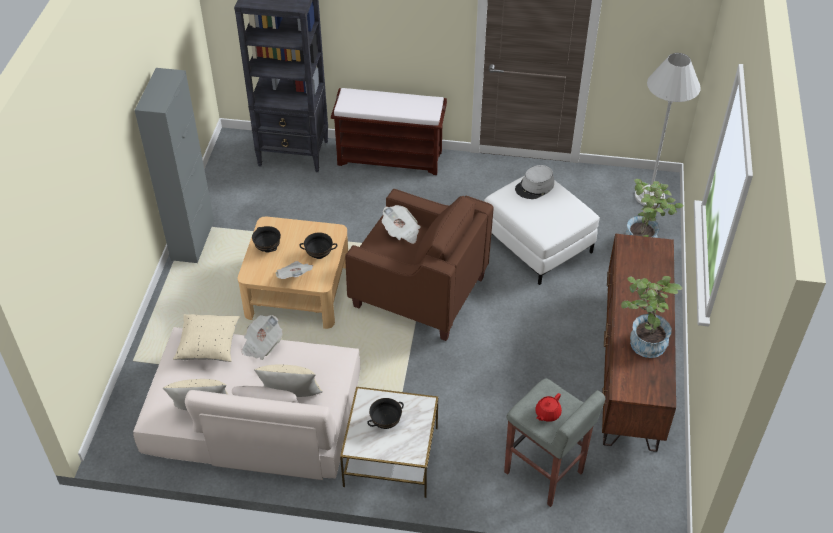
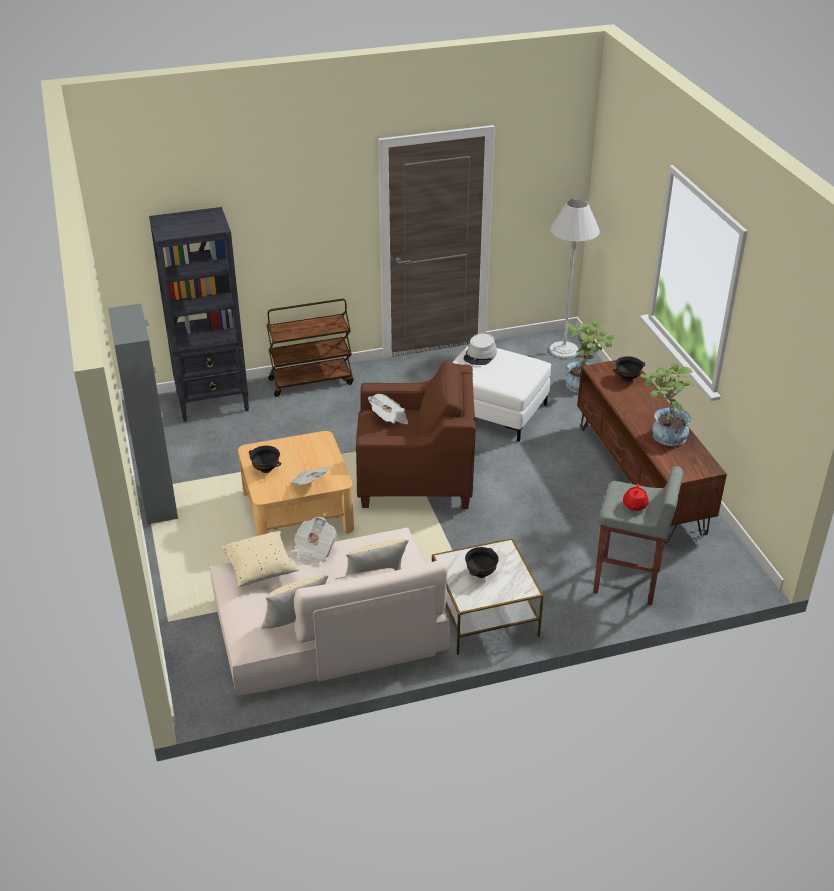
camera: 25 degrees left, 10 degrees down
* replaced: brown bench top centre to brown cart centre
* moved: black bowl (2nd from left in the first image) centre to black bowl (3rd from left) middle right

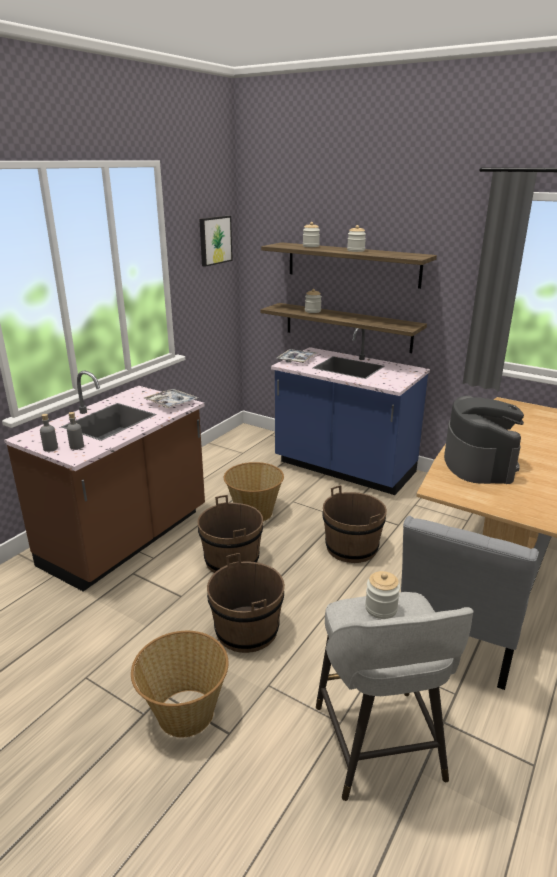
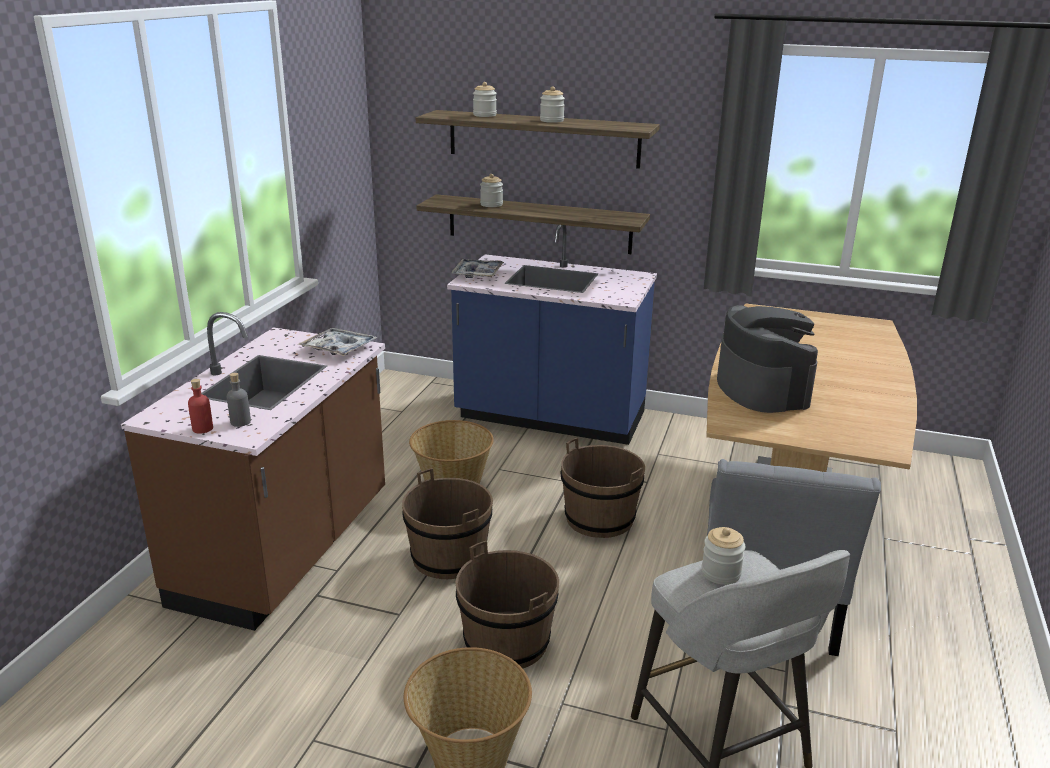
camera: 15 degrees left, 0 degrees up
* removed: picture top centre
* recoloured: grey bottle (1st from left) middle left to red bottle middle left

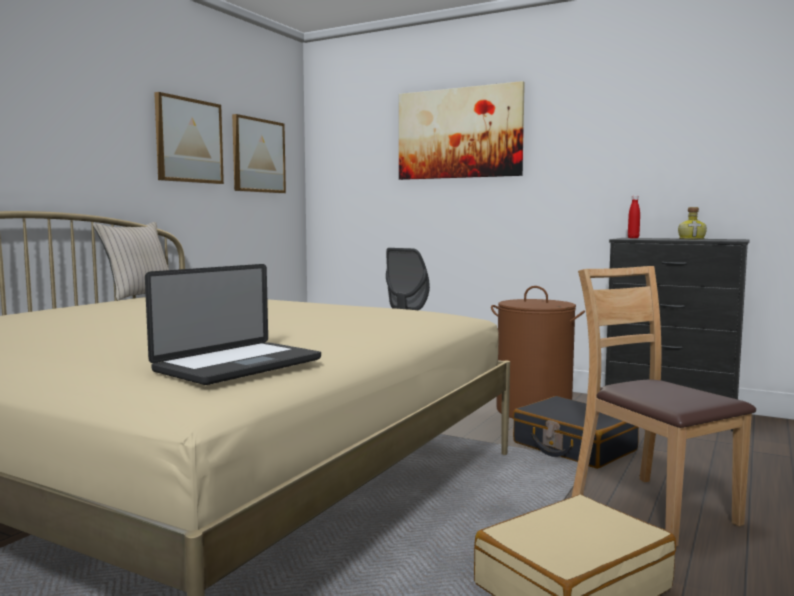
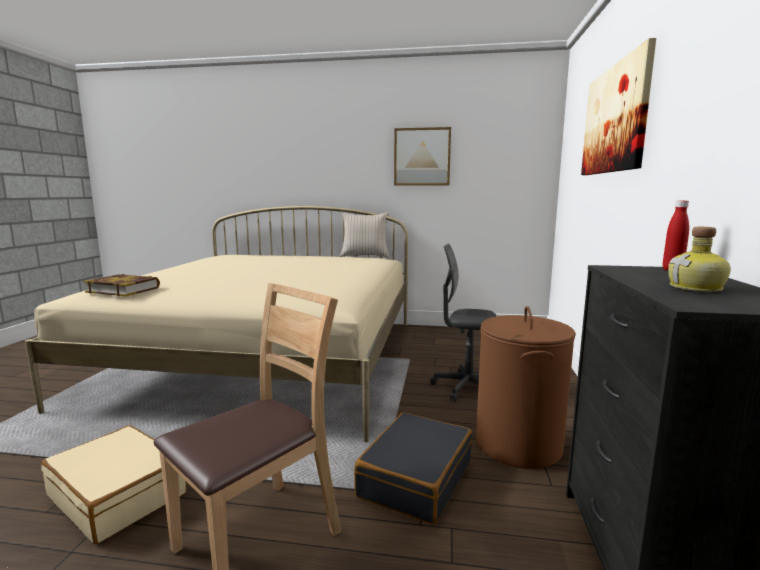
camera: 70 degrees right, 5 degrees up
* removed: picture (2nd from left) top left
* replaced: laptop middle left to book middle left

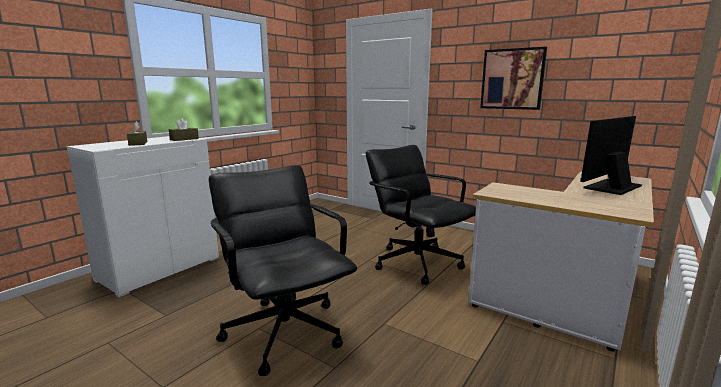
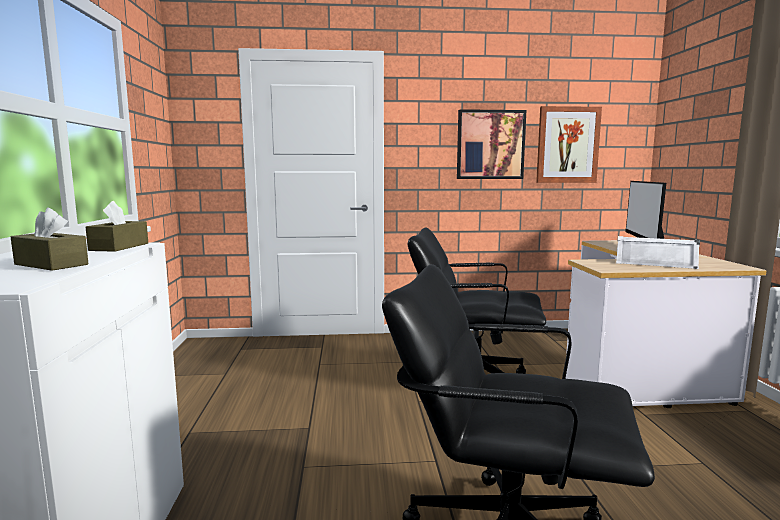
camera: 40 degrees left, 5 degrees down
* added: picture (2nd from left) top right
* added: white speaker middle right

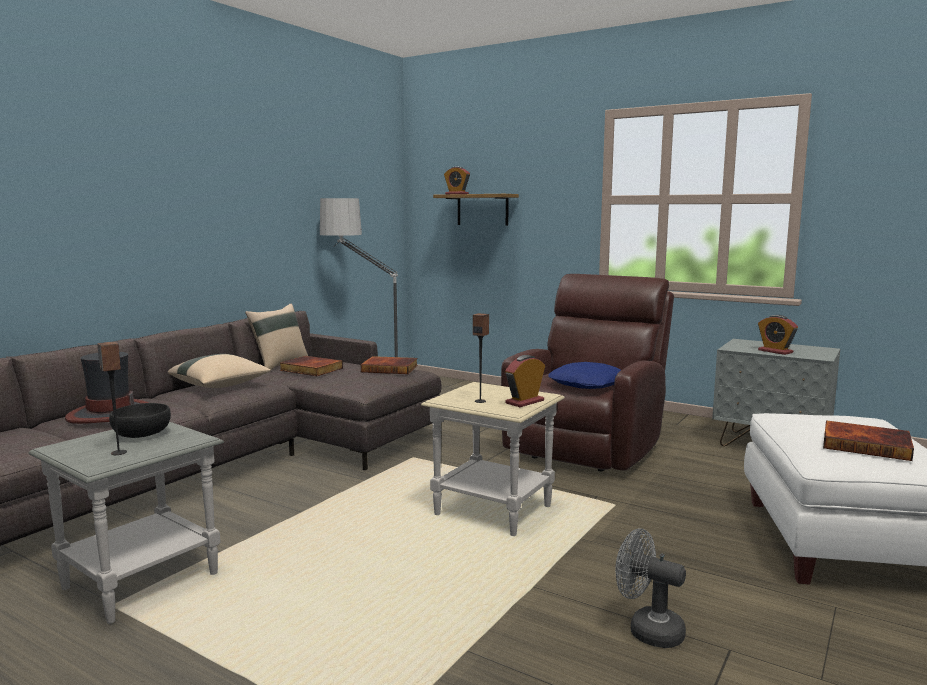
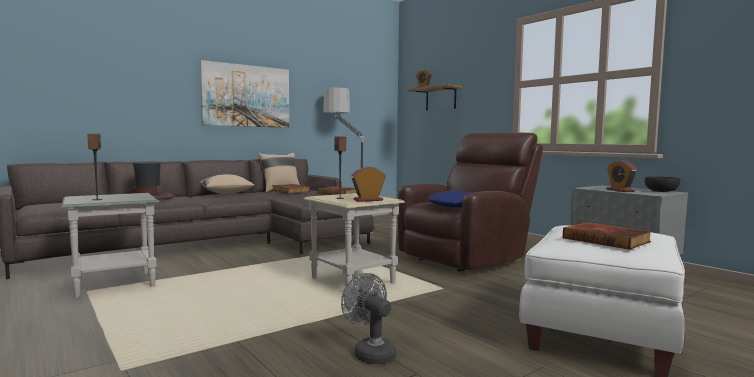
camera: 20 degrees right, 5 degrees down
* moved: black bowl middle left to middle right
* added: picture top left

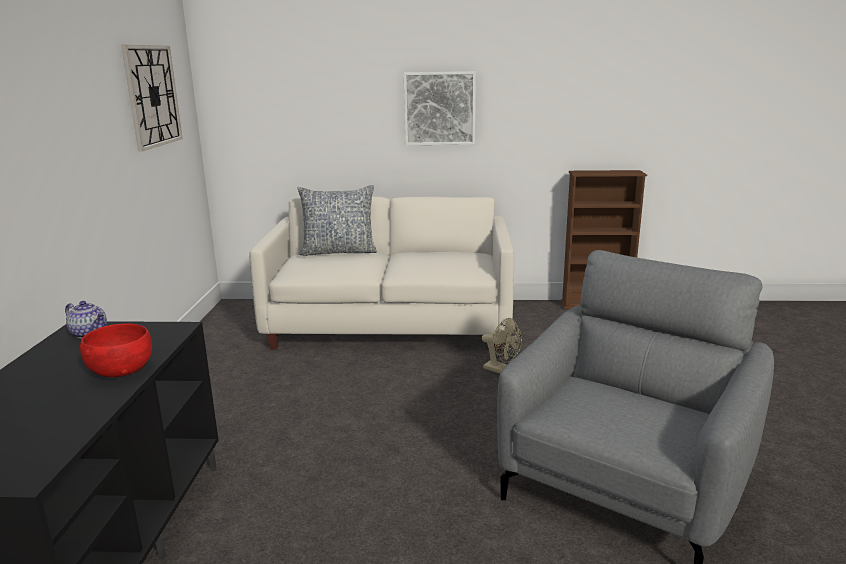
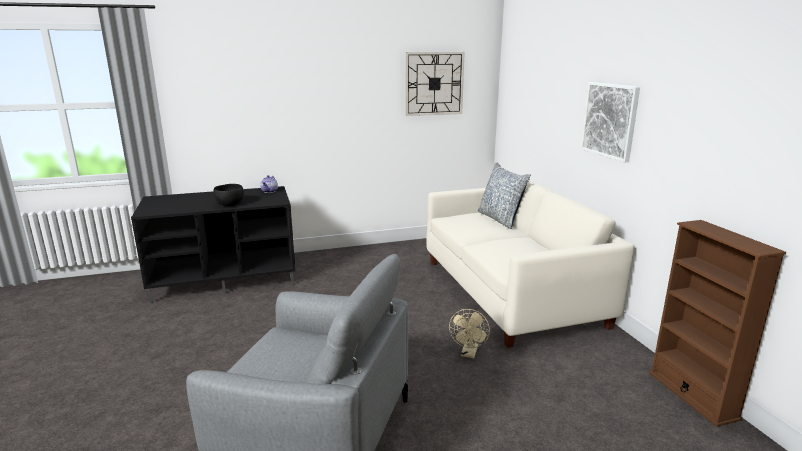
camera: 70 degrees right, 0 degrees up
* recoloured: red bowl middle left to black bowl middle left

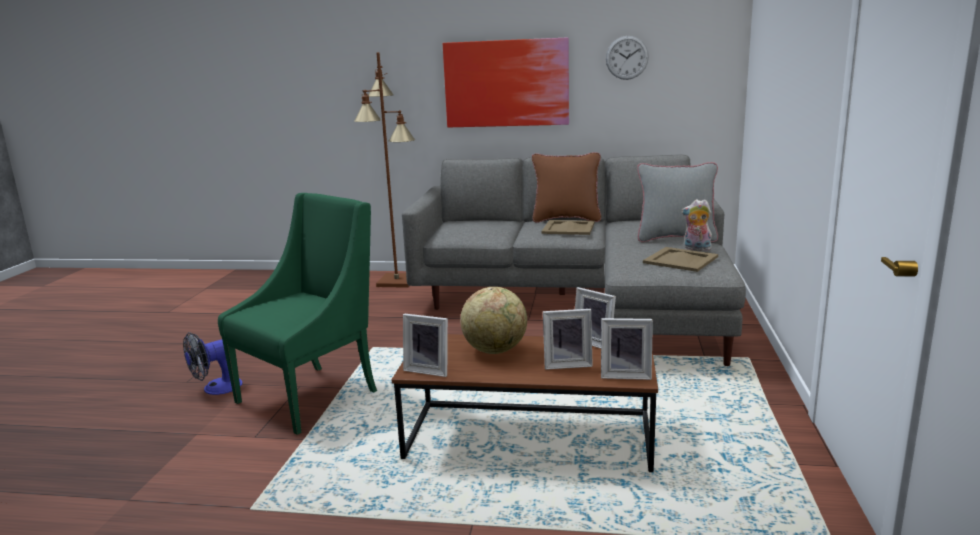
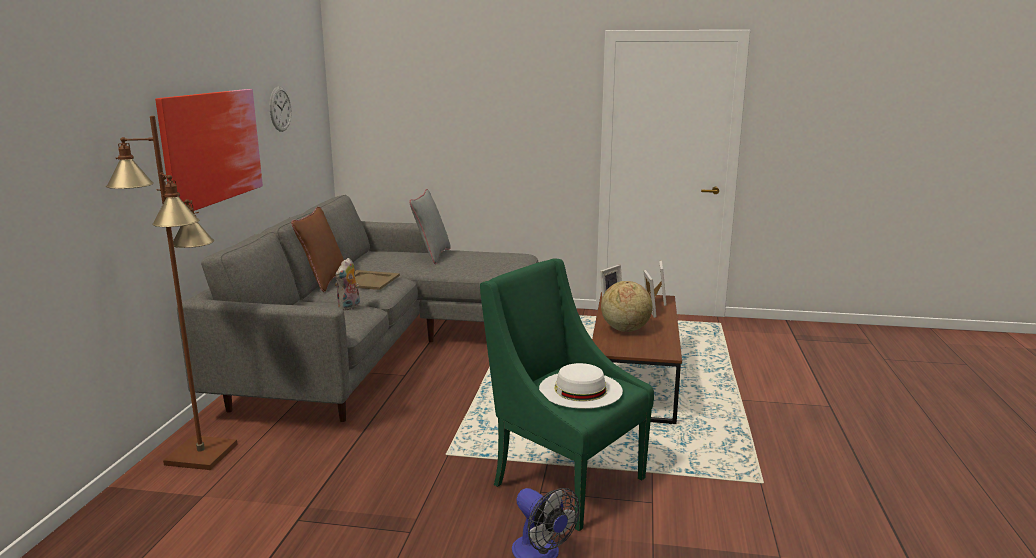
camera: 90 degrees left, 0 degrees up
* moved: plush toy middle right to centre
* removed: beige tray (2nd from left) middle right
* removed: picture frame (1st from left) centre
* added: white hat bottom centre

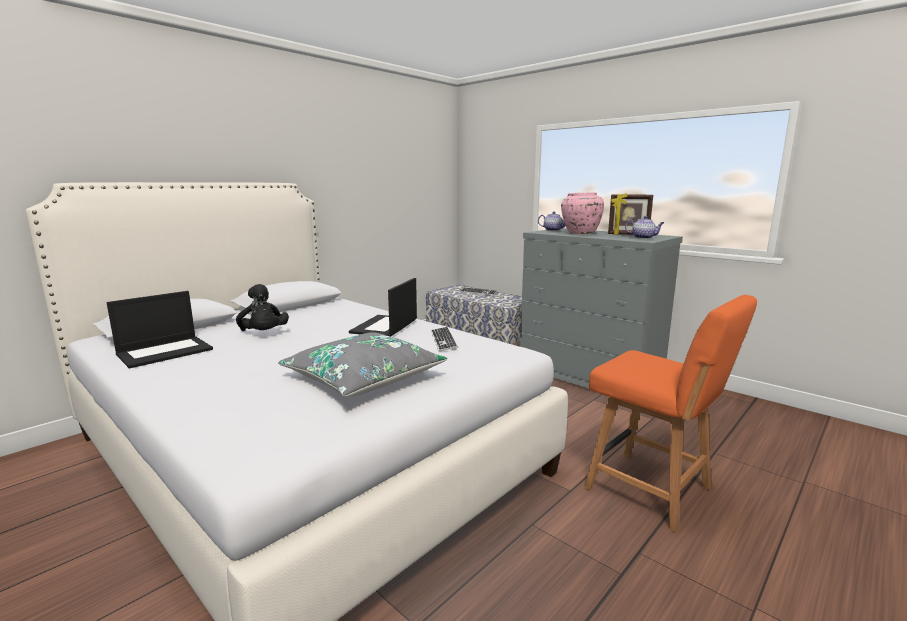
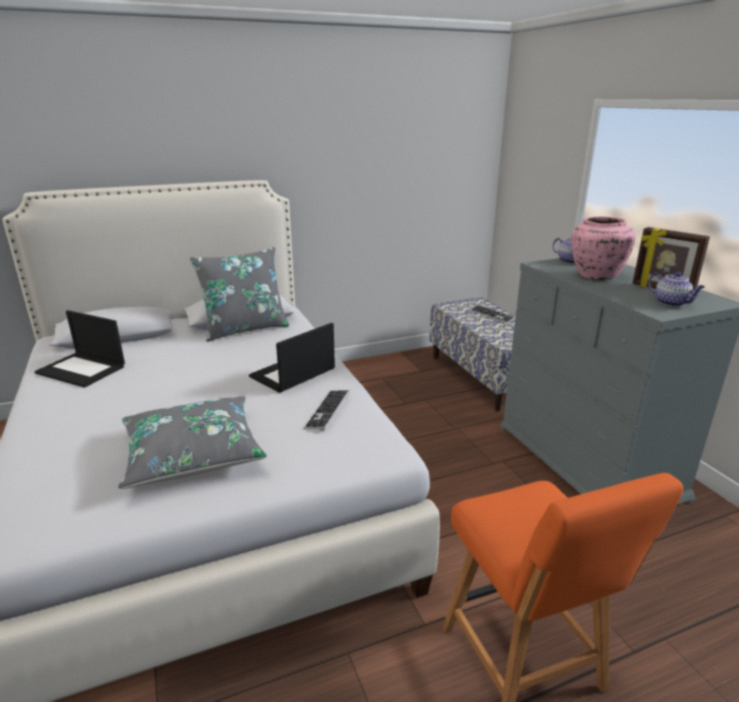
camera: 25 degrees right, 10 degrees up
* removed: black plush toy middle left
* turned: laptop (1st from left) middle left = middle left 45 degrees clockwise
* added: grey pillow (2nd from left) middle left

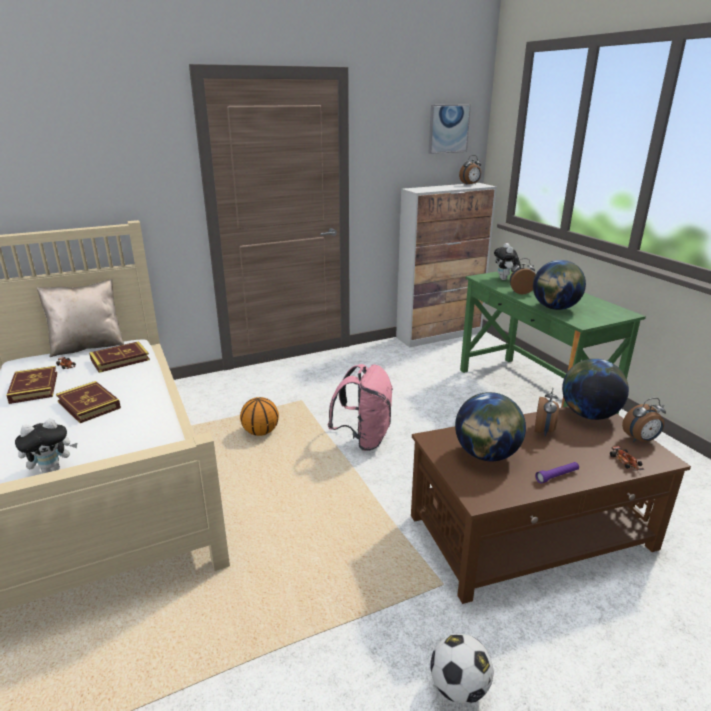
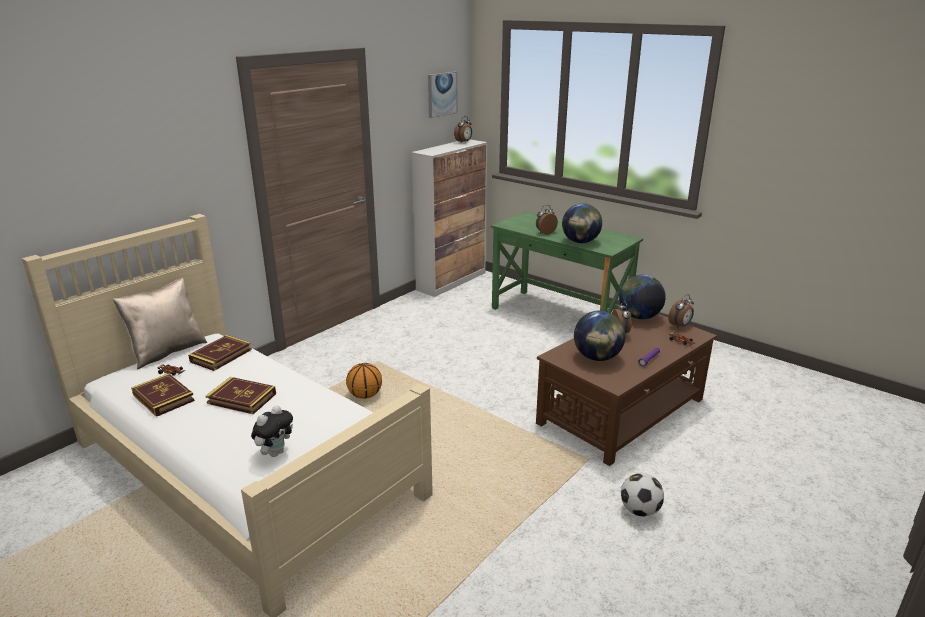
camera: 25 degrees left, 0 degrees up
* removed: plush toy (2nd from left) middle right
* removed: pink backpack centre

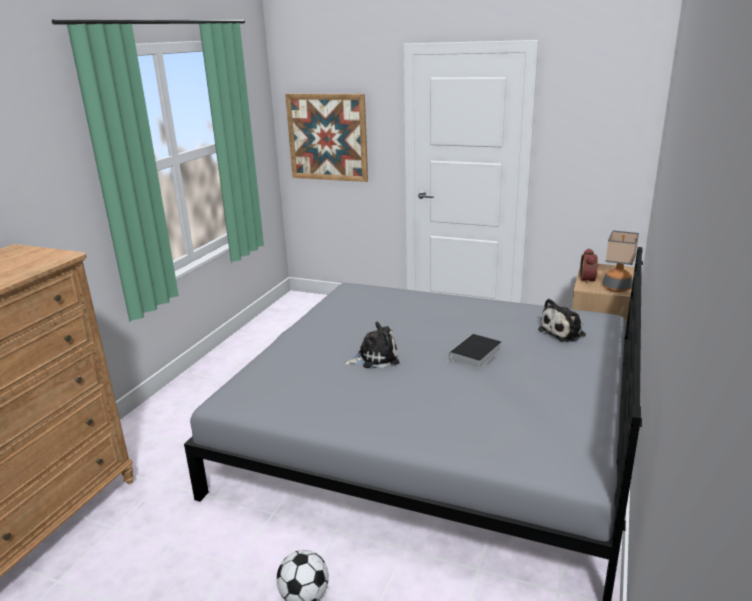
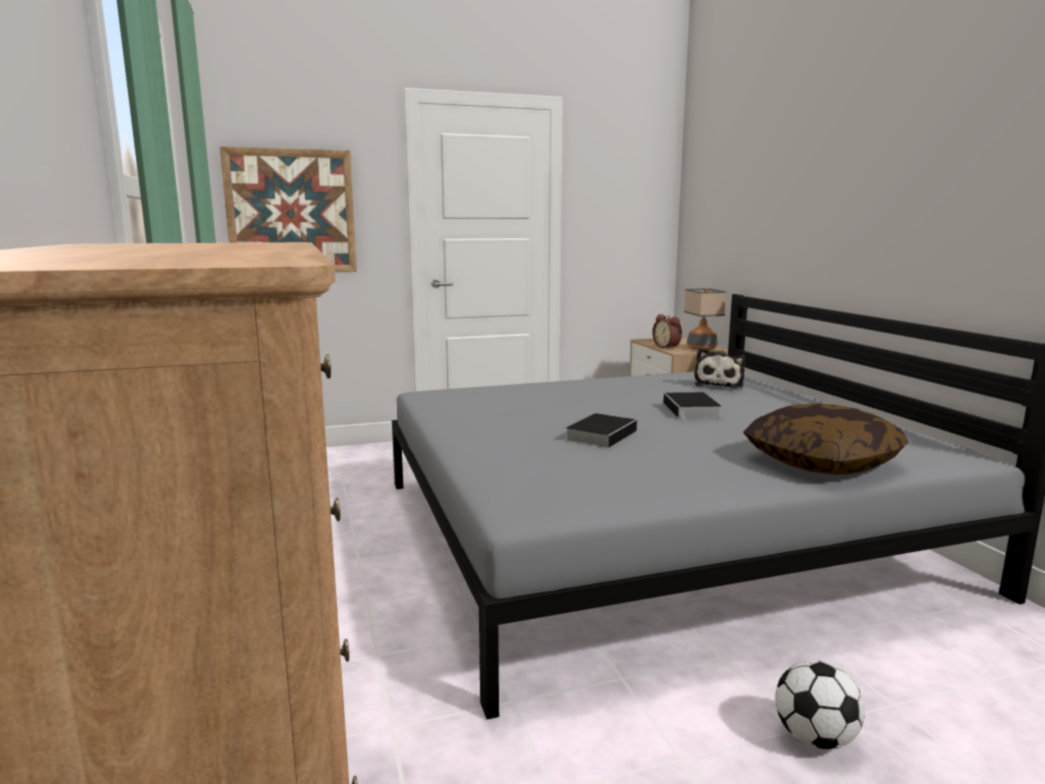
camera: 40 degrees left, 10 degrees down
* replaced: plush toy (1st from left) centre to book (1st from left) centre
* added: pillow middle right

